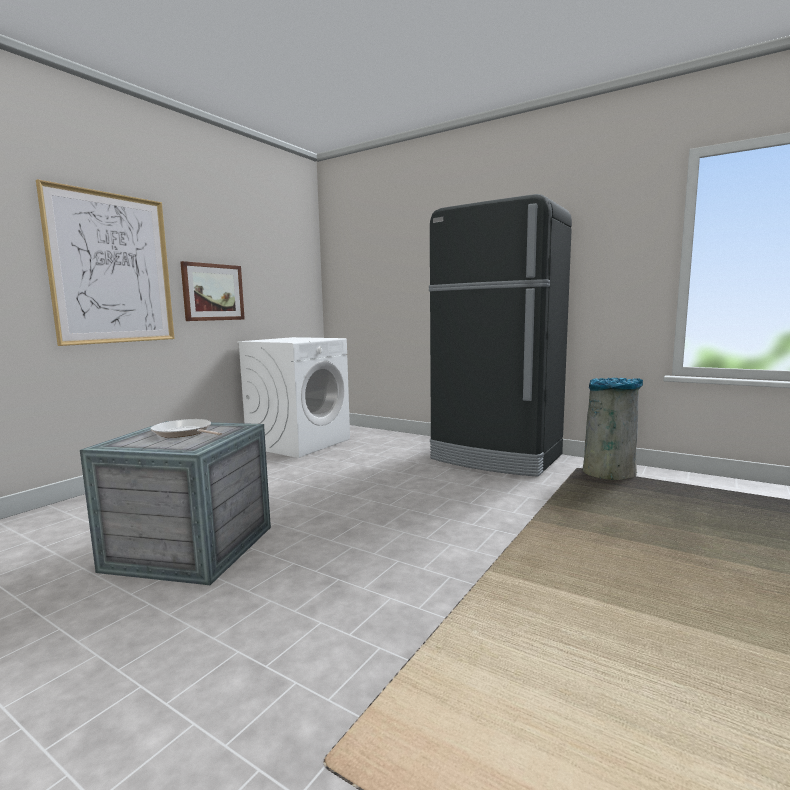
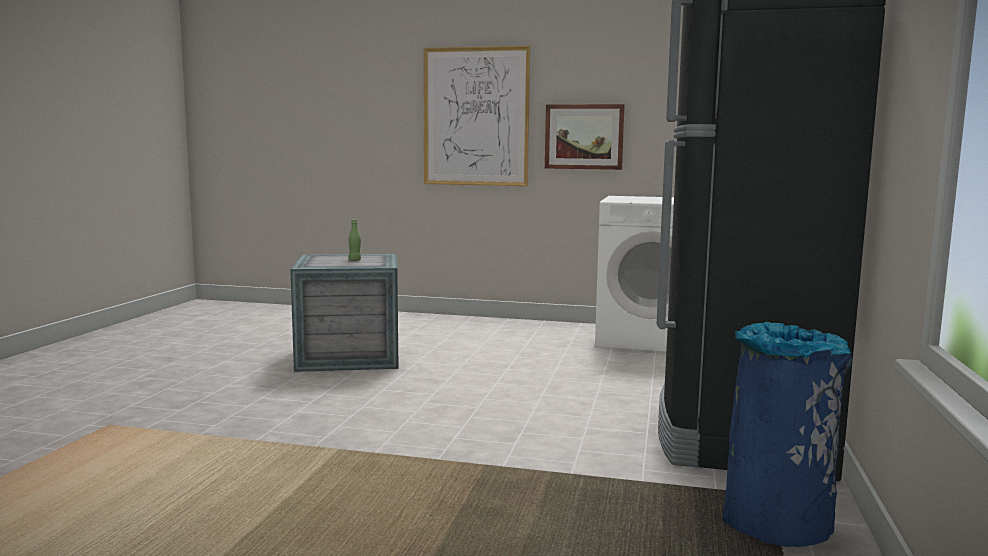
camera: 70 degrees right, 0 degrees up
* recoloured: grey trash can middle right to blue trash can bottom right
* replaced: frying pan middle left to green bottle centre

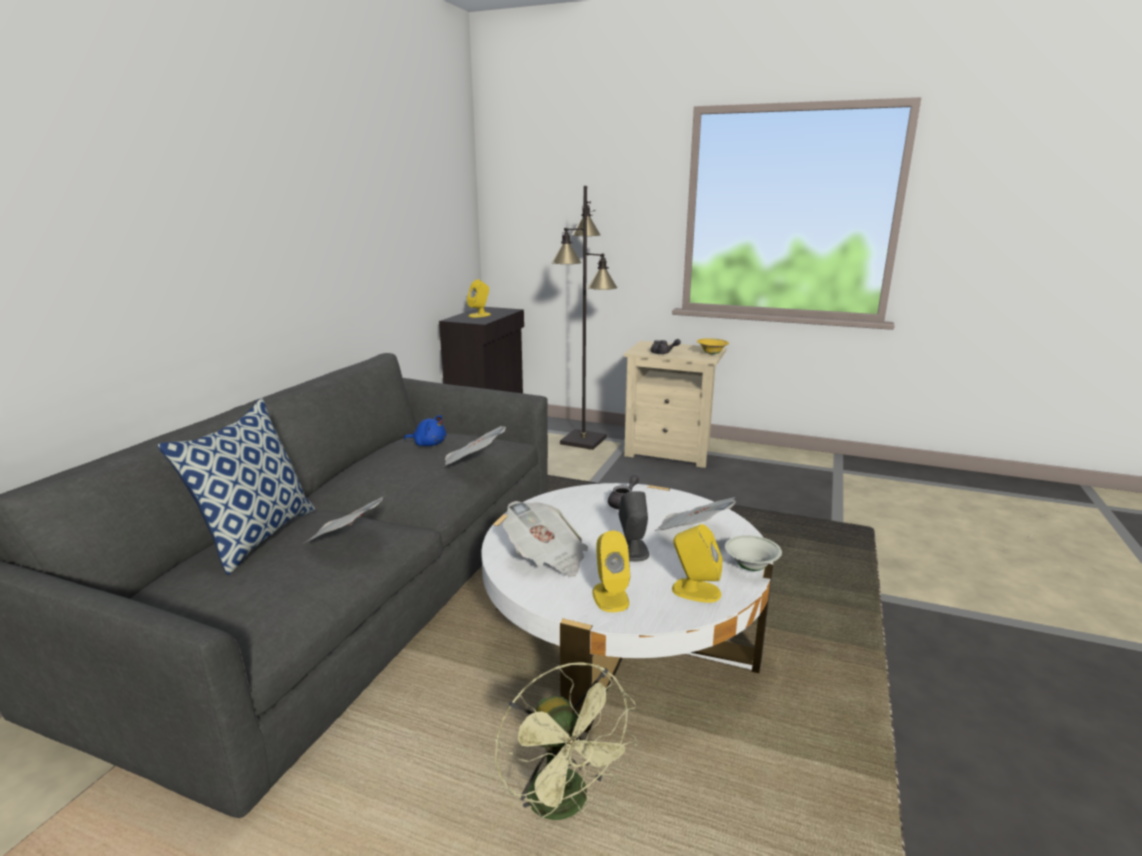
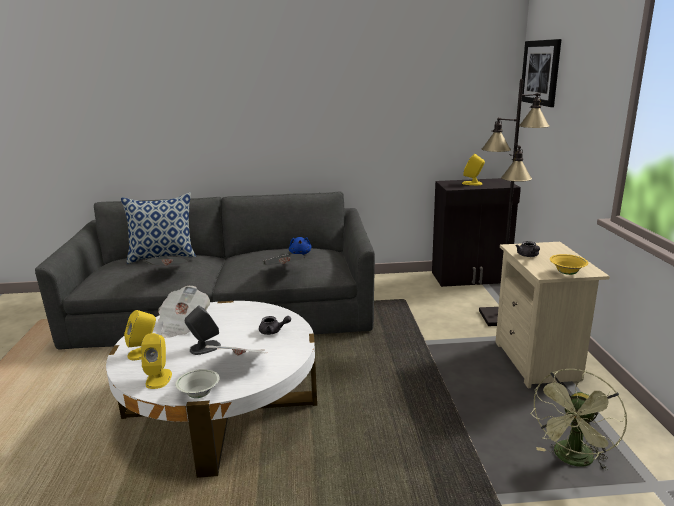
camera: 65 degrees right, 0 degrees up
* moved: green fan bottom centre to bottom right
* added: picture top right

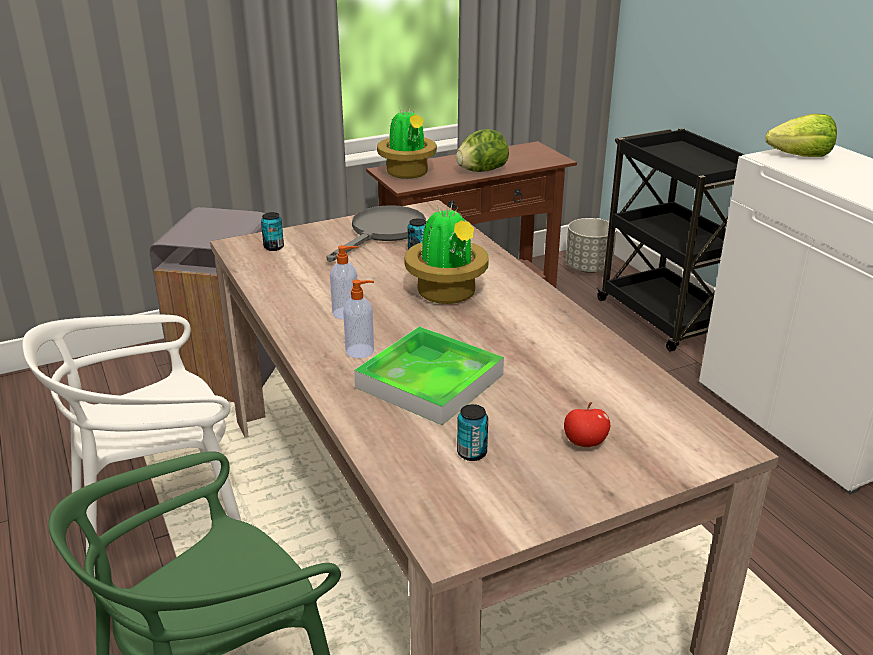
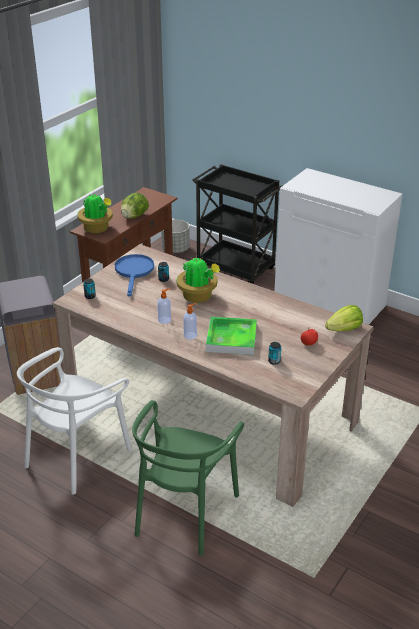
camera: 30 degrees left, 5 degrees up
* moved: lettuce (2nd from left) top right to middle right
* recoloured: grey frying pan centre to blue frying pan middle left

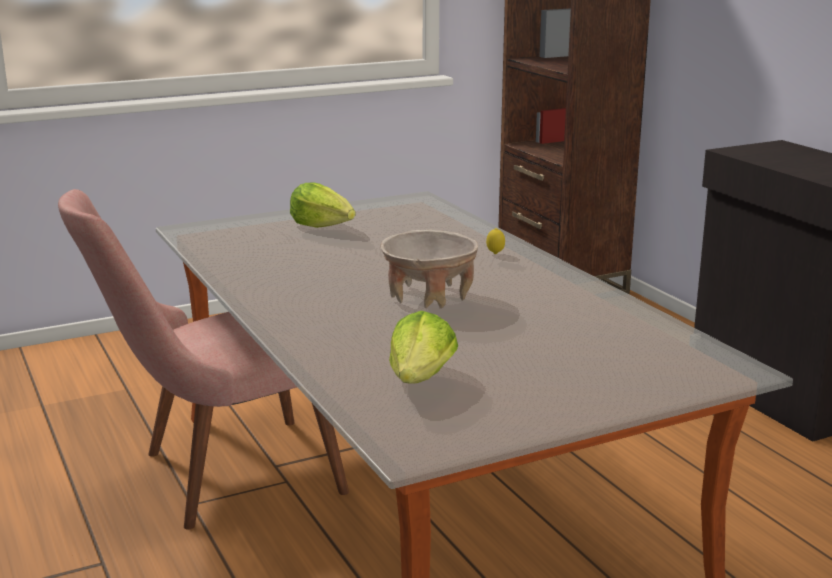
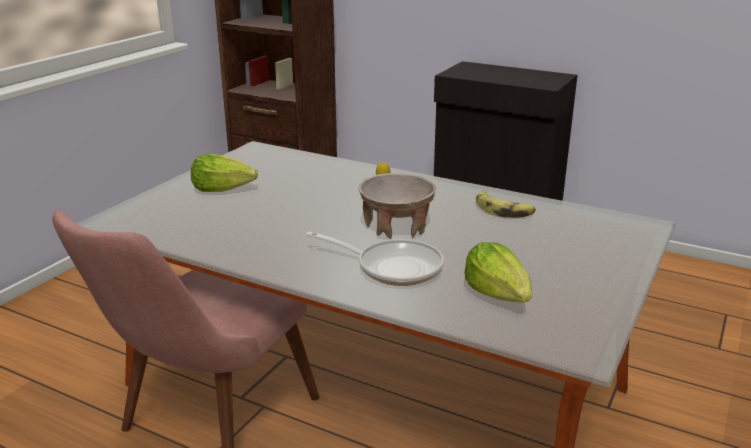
camera: 35 degrees left, 5 degrees up
* added: banana middle right
* added: frying pan centre

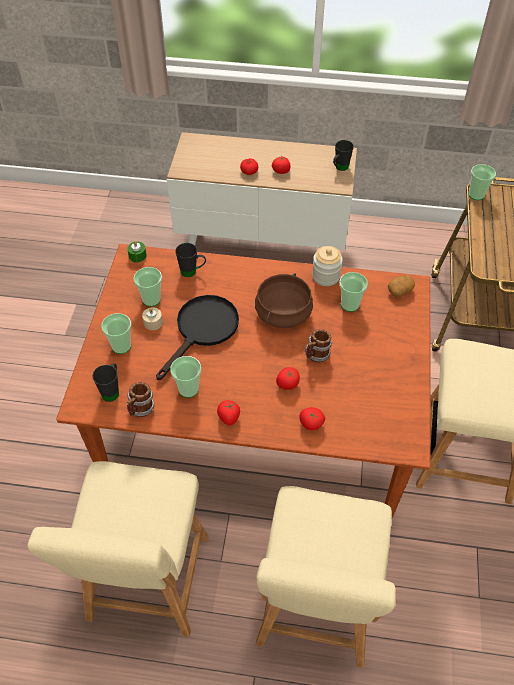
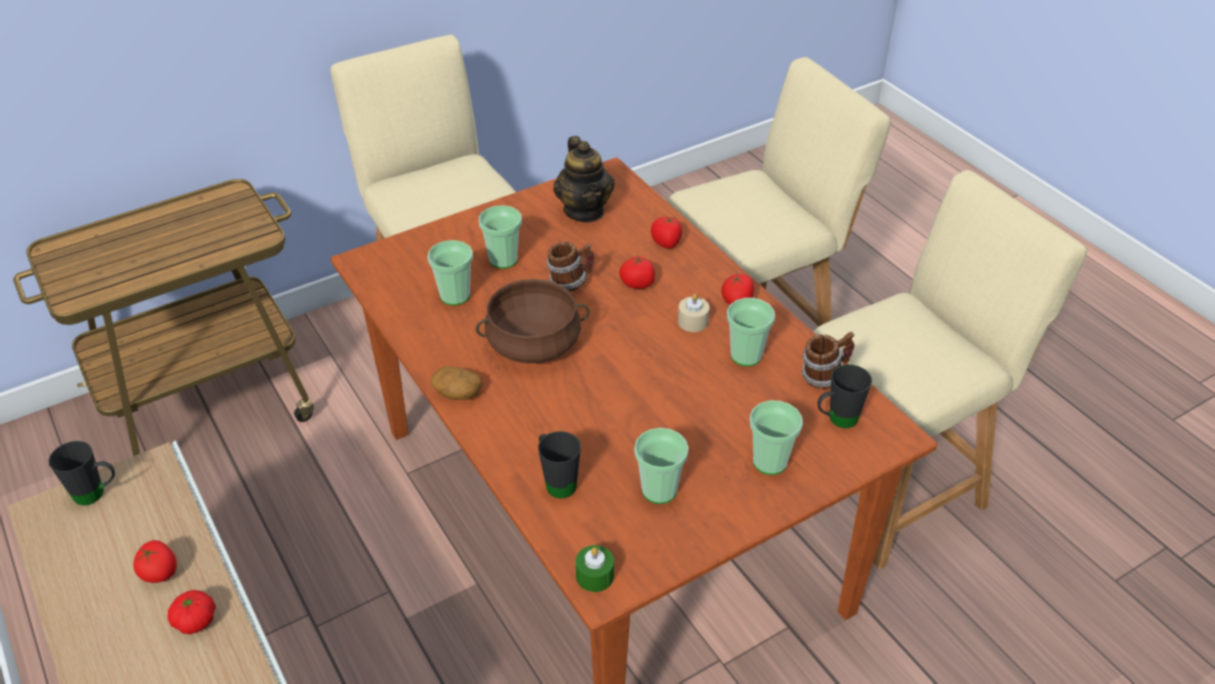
camera: 130 degrees left, 10 degrees down
* moved: cup (5th from left in the first image) top right to cup (2nd from left) centre
* removed: jar centre
* moved: potato middle right to centre
* removed: black frying pan centre
* moved: beige candle middle left to centre
* added: teapot top centre

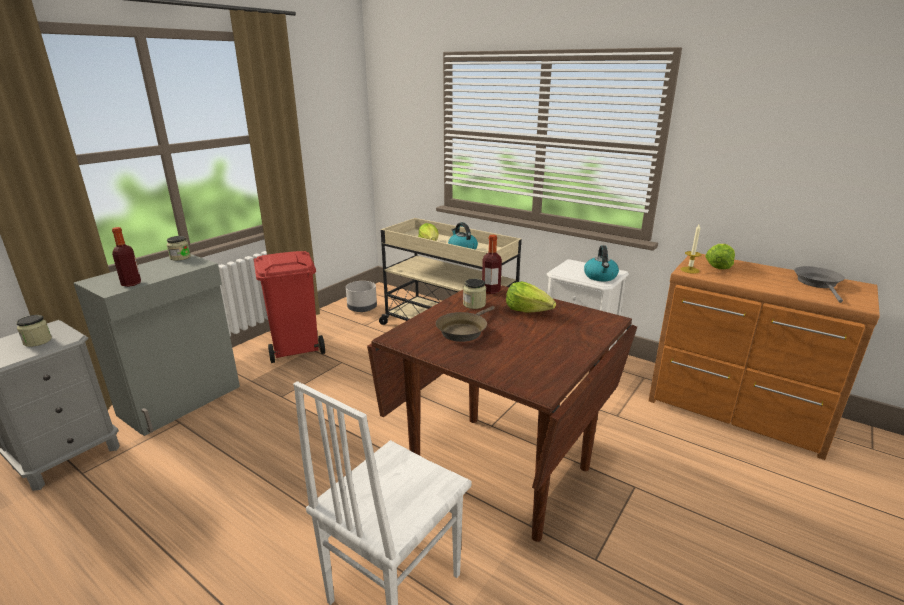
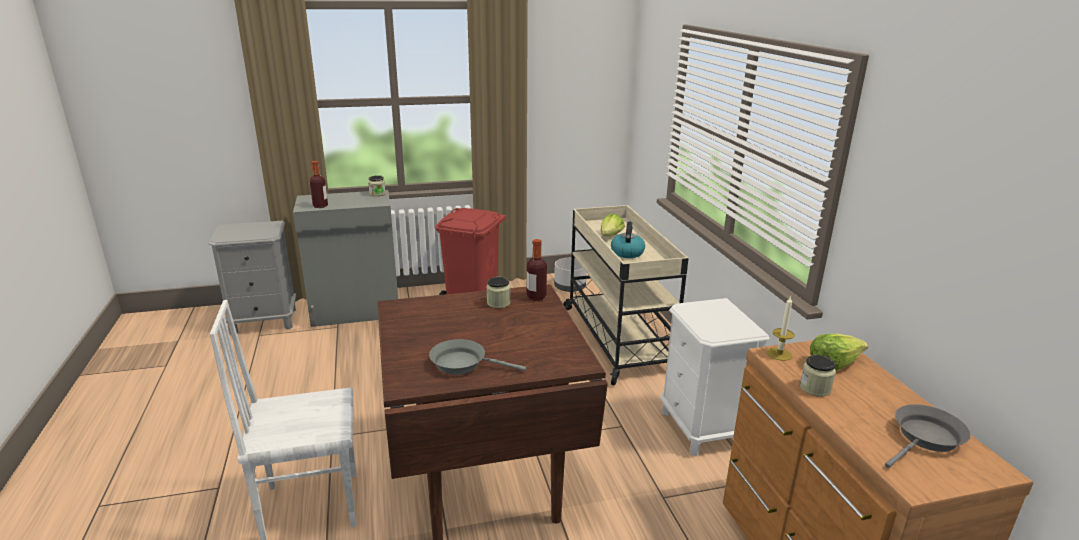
camera: 40 degrees right, 0 degrees up
* removed: kettle (2nd from left) centre
* removed: lettuce (2nd from left) centre
* removed: brown frying pan centre
* moved: jar (1st from left in the first image) middle left to jar (3rd from left) bottom right
* added: grey frying pan (1st from left) centre

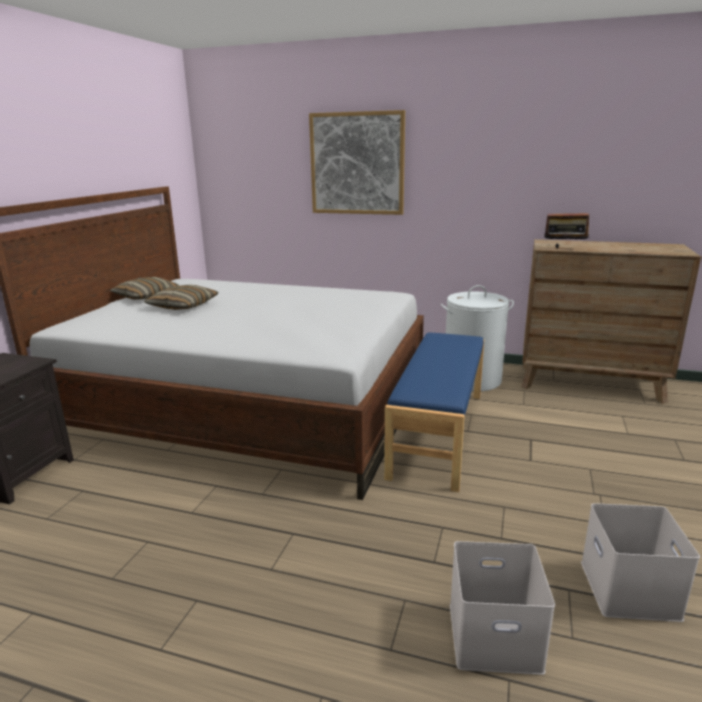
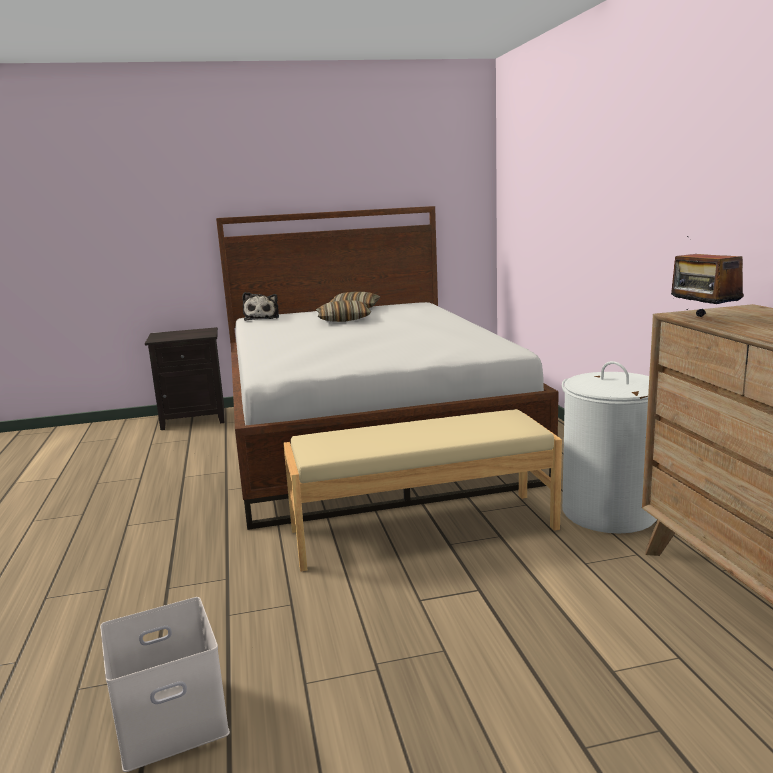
camera: 60 degrees right, 5 degrees down
* removed: picture top centre
* recoloured: blue bench centre to beige bench centre
* removed: white storage box (1st from left) bottom right
* added: plush toy centre

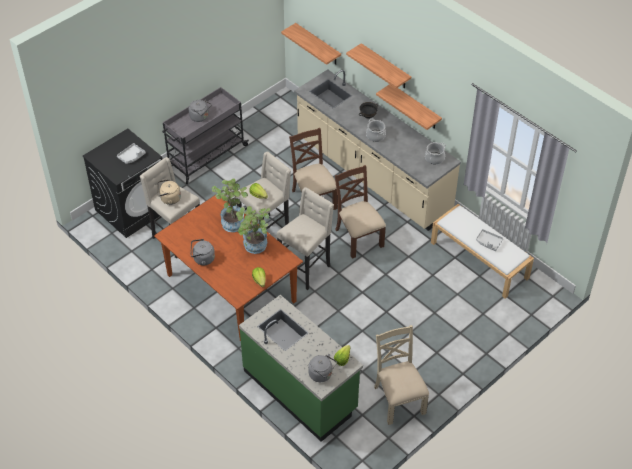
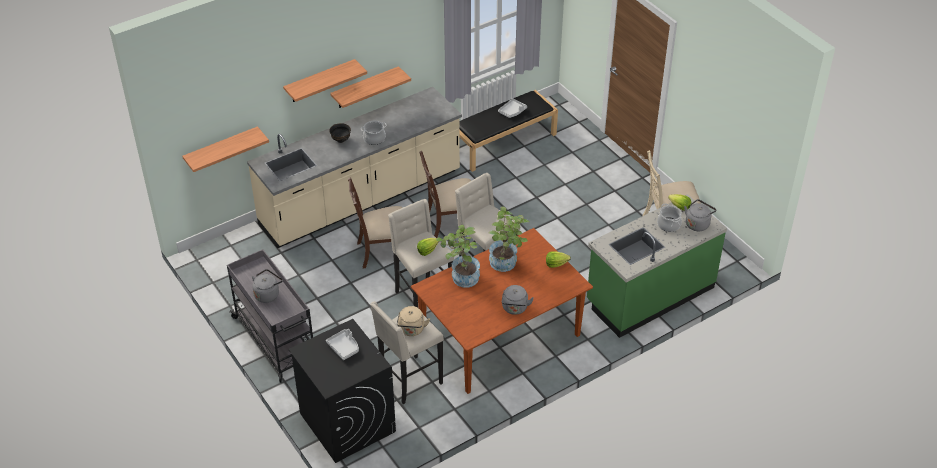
camera: 80 degrees left, 5 degrees down
* moved: cooking pot (2nd from left) top right to middle right
* recoloured: white bench middle right to black bench top centre

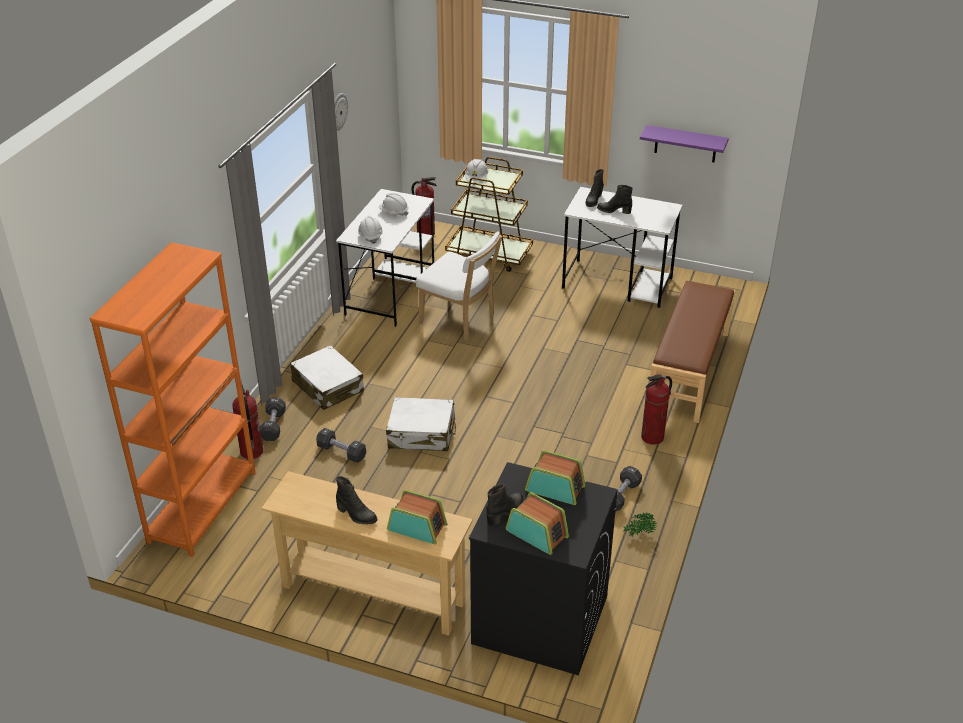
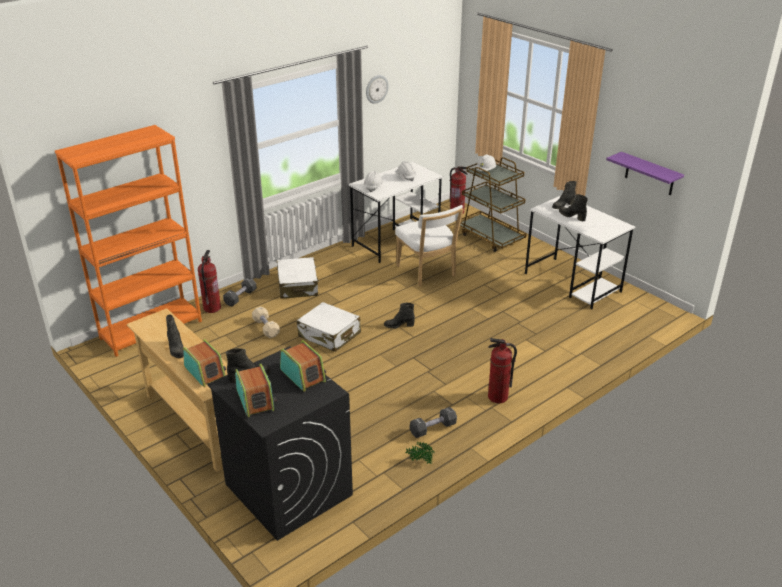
camera: 30 degrees right, 5 degrees down
* removed: brown bench middle right
* recoloured: black dumbbell (2nd from left) centre to beige dumbbell centre
* added: black boot (3rd from left) centre

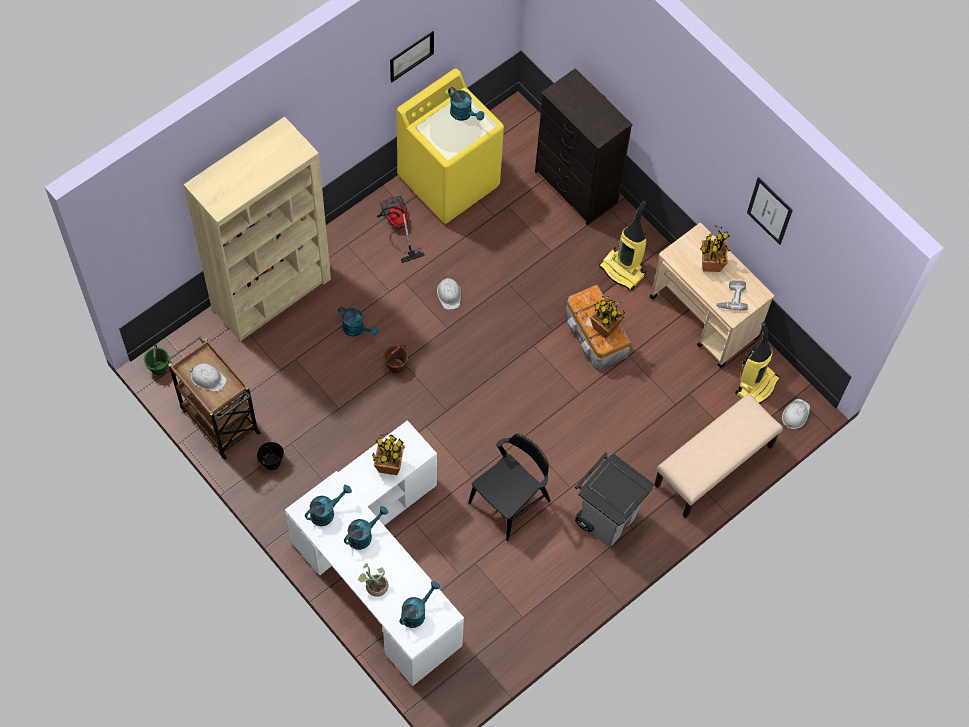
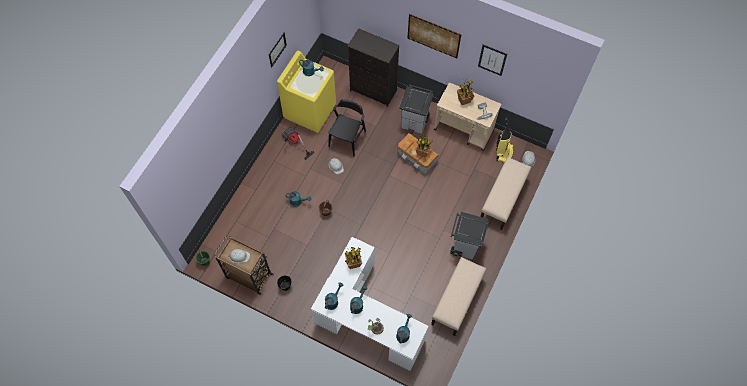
camera: 20 degrees left, 0 degrees up
* removed: beige bookcase top left
* replaced: vacuum cleaner (2nd from left) centre to grey trash can (1st from left) top centre
* moved: black chair bottom centre to top centre
* added: picture (2nd from left) top centre
* added: beige bench (1st from left) bottom centre

